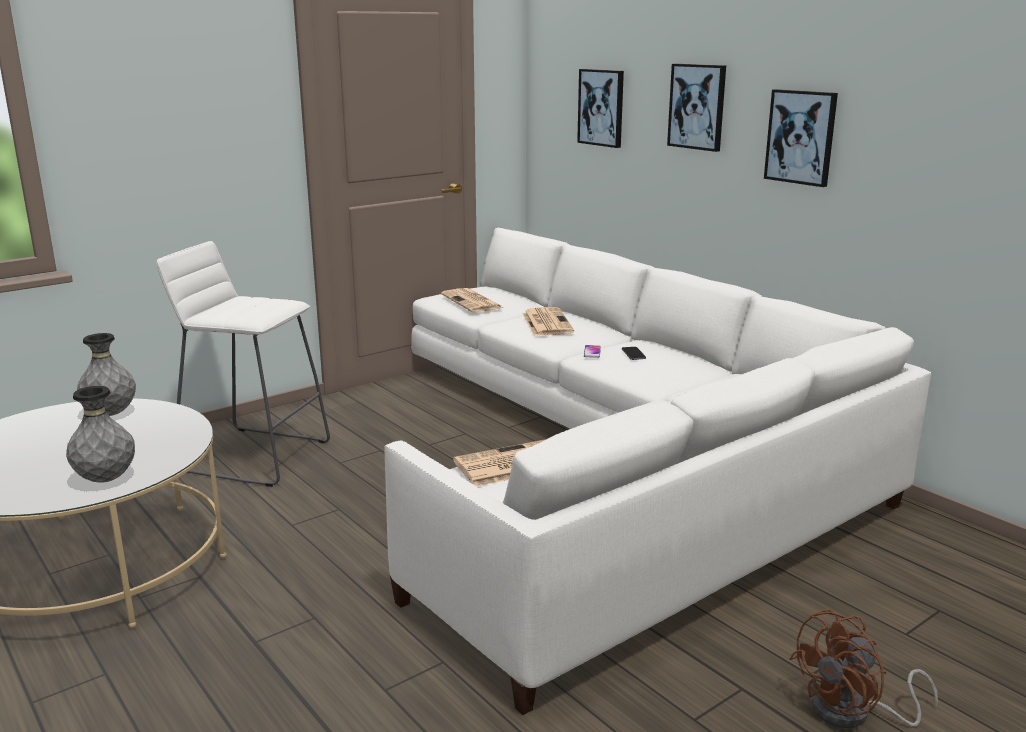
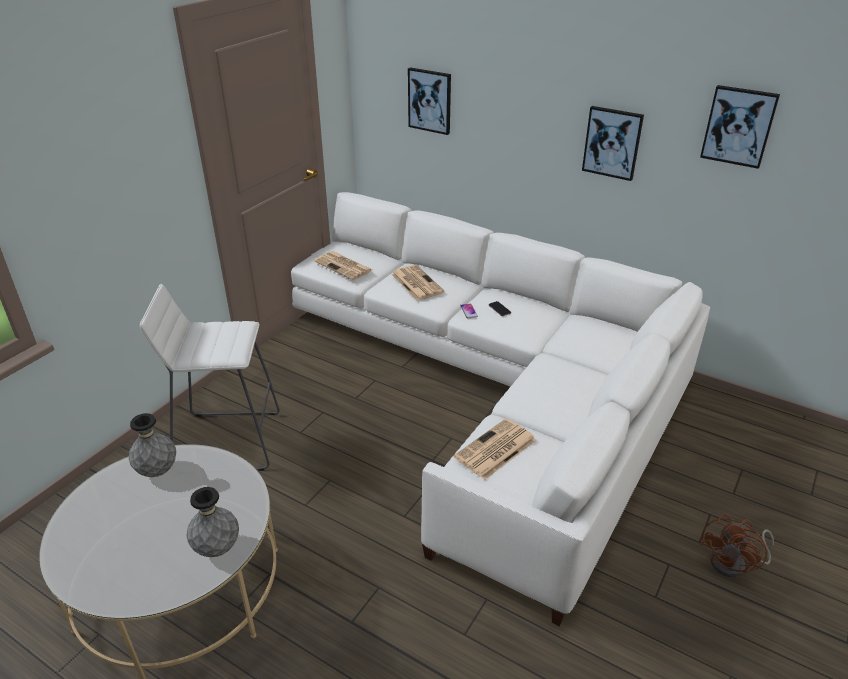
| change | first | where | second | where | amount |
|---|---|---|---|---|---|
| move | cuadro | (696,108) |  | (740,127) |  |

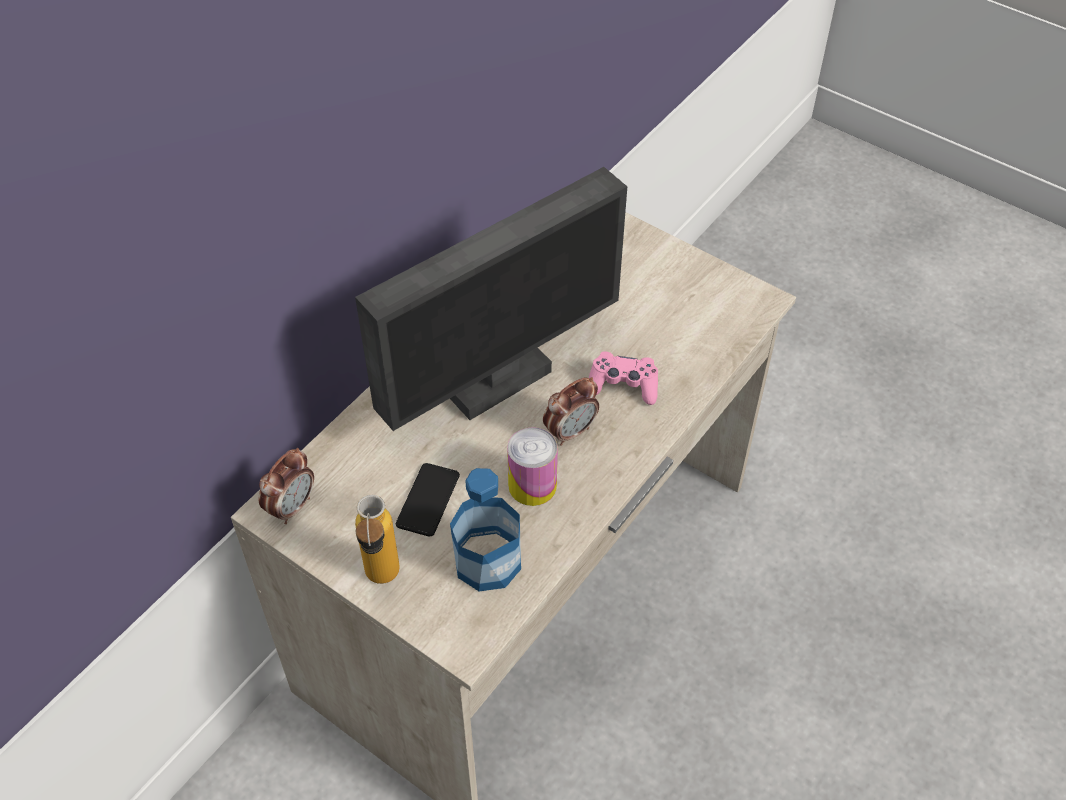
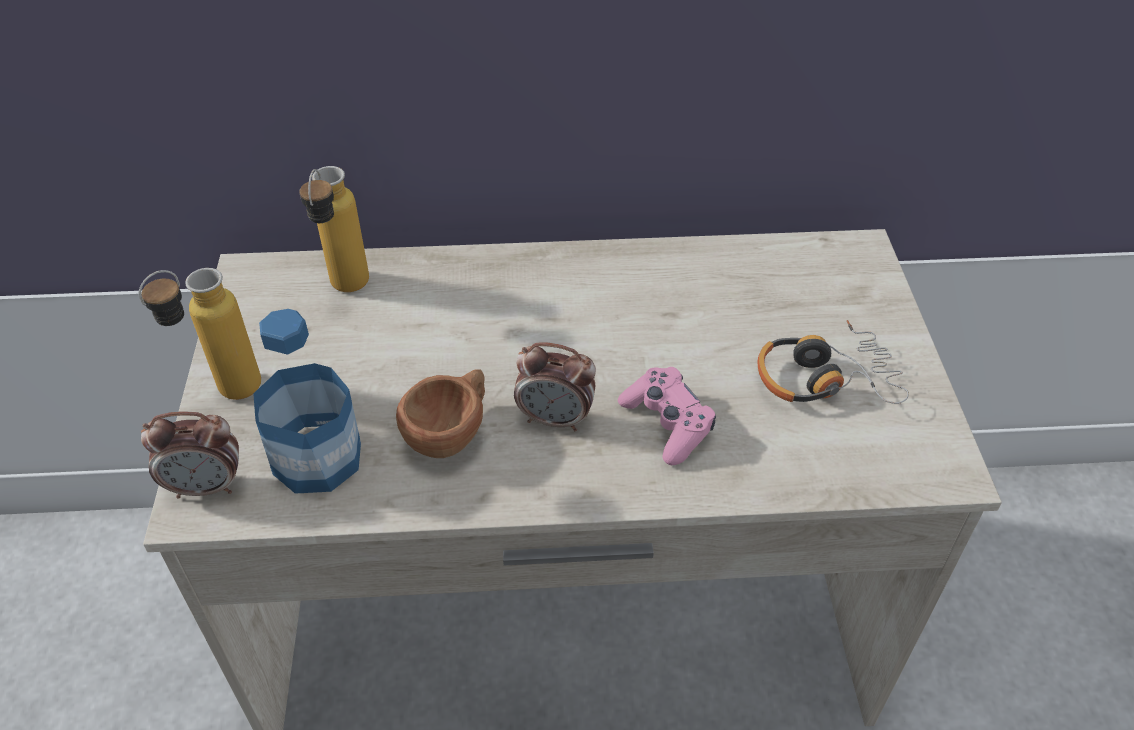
| change | first | where | second | where | amount |
|---|---|---|---|---|---|
| move | despertador | (286,486) |  | (190,455) |  |
| delete | monitor | (491,299) |  |  |  |
| delete | móvil | (428,499) |  |  |  |
| replace | lata | (532,466) | taza (marrón) | (440,414) |  |
| insert |  |  | botella | (334,229) |  |
| insert |  |  | auriculares | (833,362) |  |

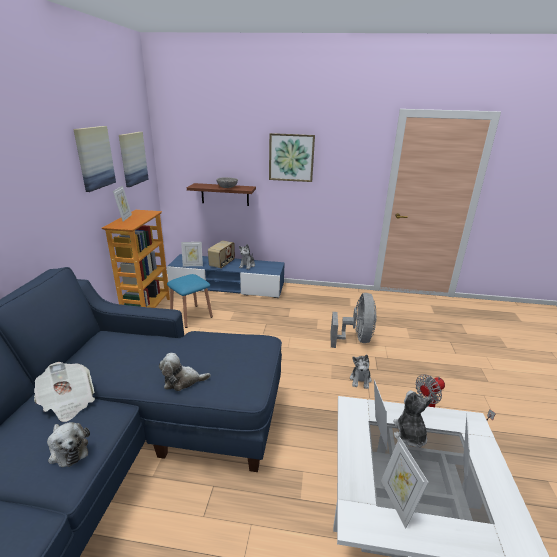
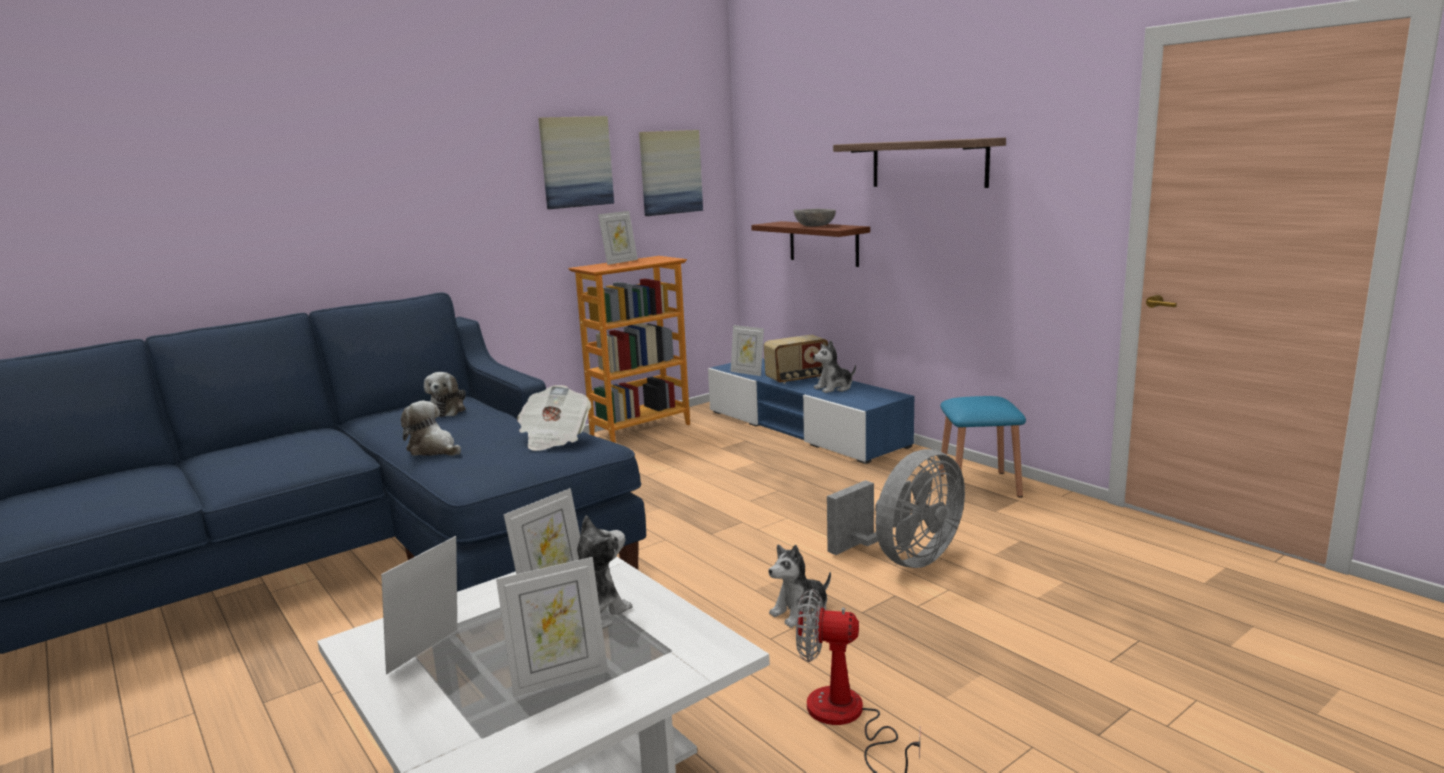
| change | first | where | second | where | amount |
|---|---|---|---|---|---|
| move | periódico | (64,392) |  | (554,418) |  |
| move | peluche | (68,444) |  | (445,394) |  |
| move | taburete (azul) | (190,301) |  | (982,447) |  |
| replace | cuadro | (292,157) | estante | (919,163) |  |

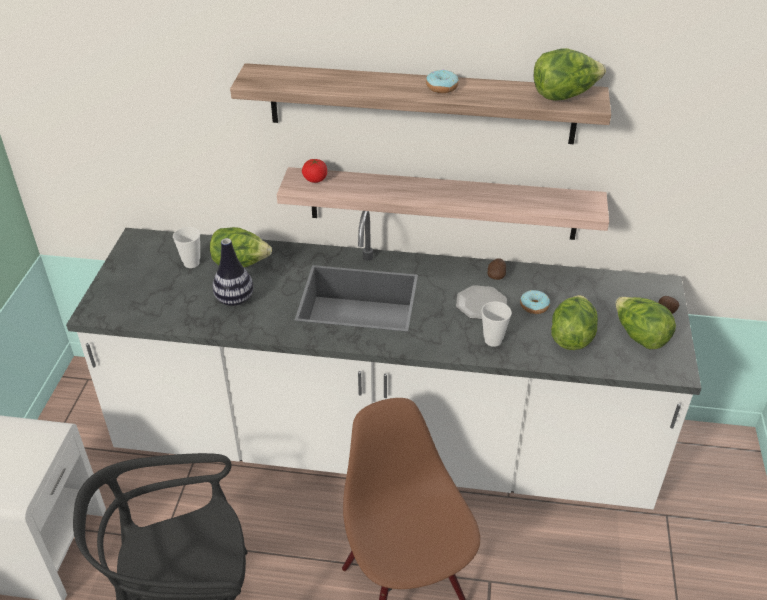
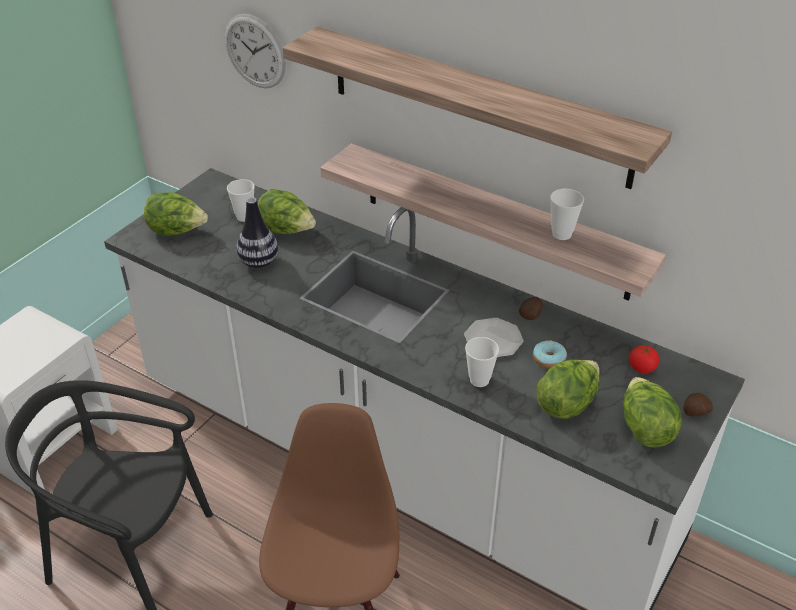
| change | first | where | second | where | amount |
|---|---|---|---|---|---|
| move | tomate | (314,171) |  | (644,359) |  |
| delete | rosquilla | (442,81) |  |  |  |
| move | lechuga | (570,74) |  | (176,214) |  |
| insert |  |  | reloj de pared | (255,51) |  |
| insert |  |  | taza | (567,214) |  |

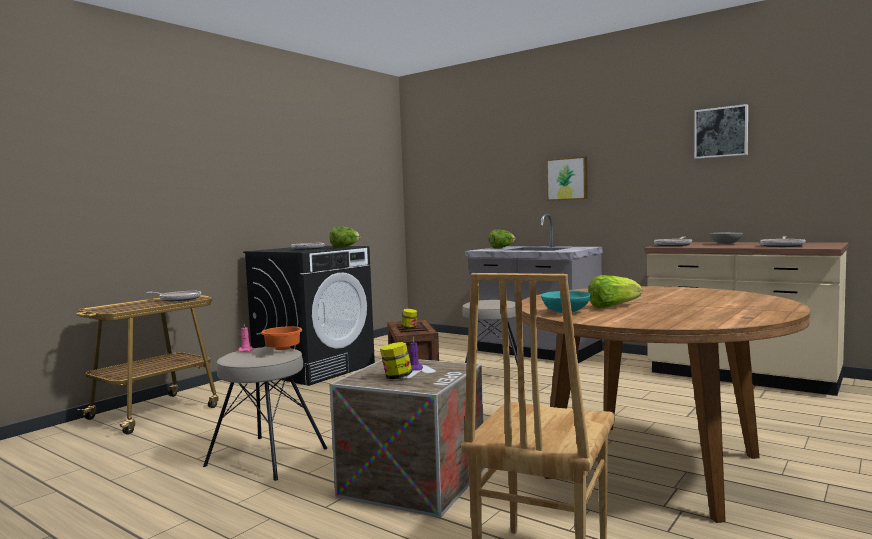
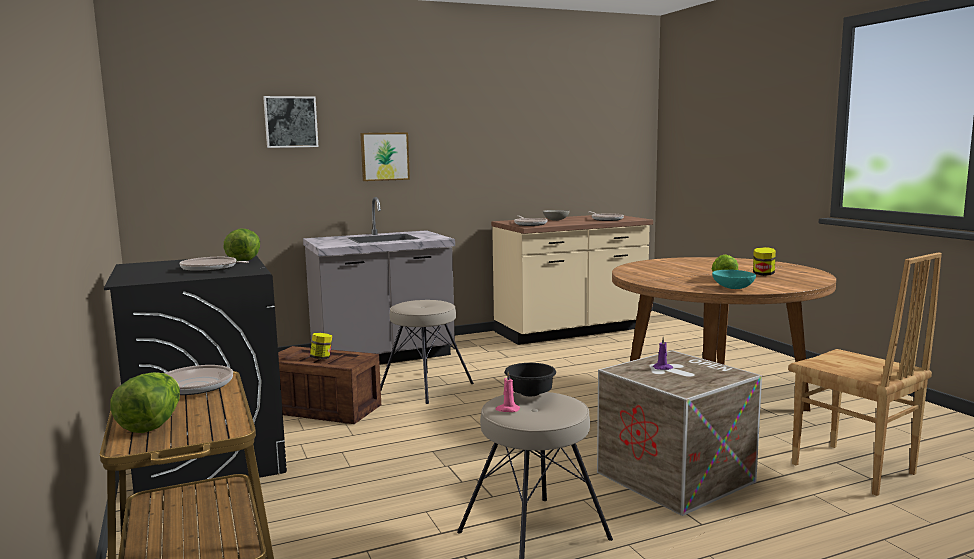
| change | first | where | second | where | amount |
|---|---|---|---|---|---|
| recolor | cuenco (naranja) | (281,338) | cuenco (negro) | (530,379) |  |
| move | tarro | (396,360) |  | (764,261) |  |
| move | lechuga | (502,239) |  | (145,402) |  |
| move | cuadro | (721,131) |  | (291,122) |  |

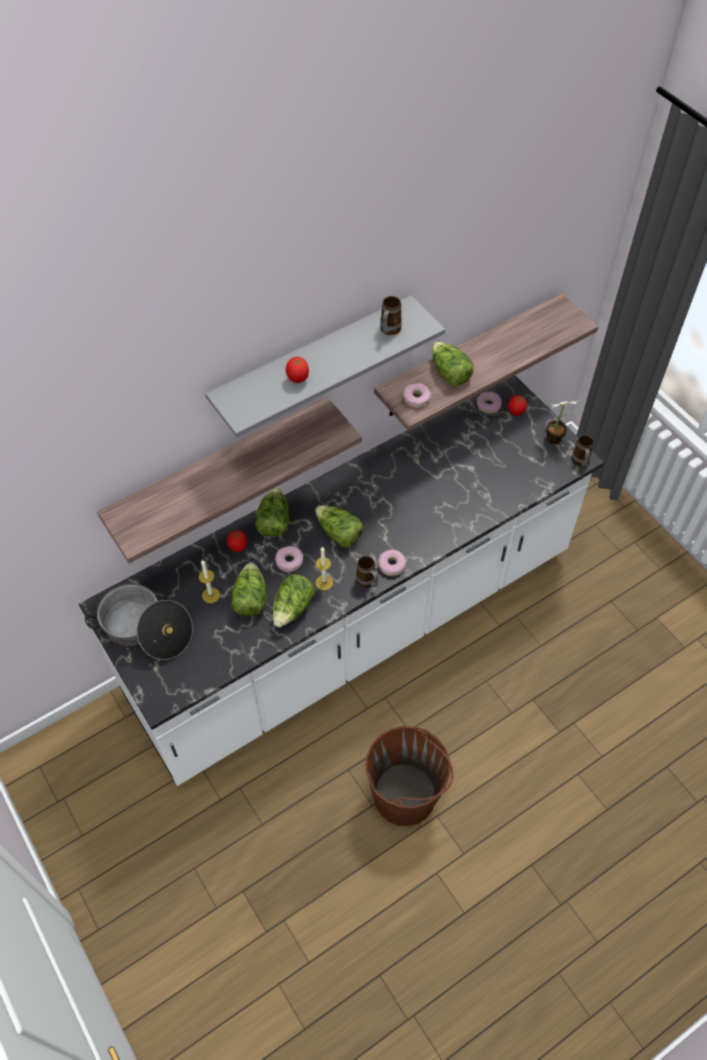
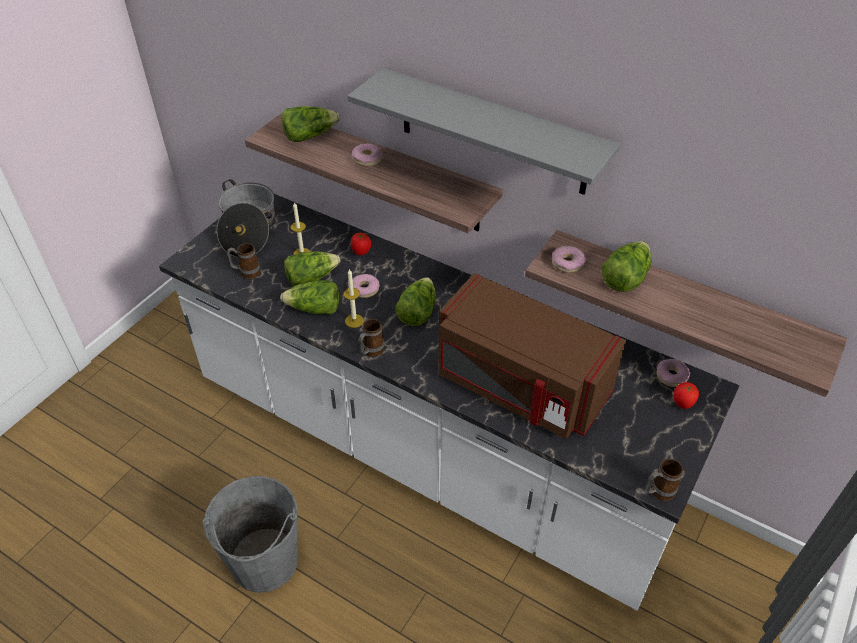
| change | first | where | second | where | amount |
|---|---|---|---|---|---|
| move | lechuga | (272,512) |  | (311,124) |  |
| delete | tomate | (297,370) |  |  |  |
| recolor | cubo (marrón) | (409,776) | cubo (gris) | (250,534) |  |
| move | rosquilla | (392,563) |  | (367,155) |  |
| move | taza grande | (391,315) |  | (243,261) |  |
| delete | planta en maceta | (560,422) |  |  |  |
| insert |  |  | microondas (marrón) | (532,356) |  |

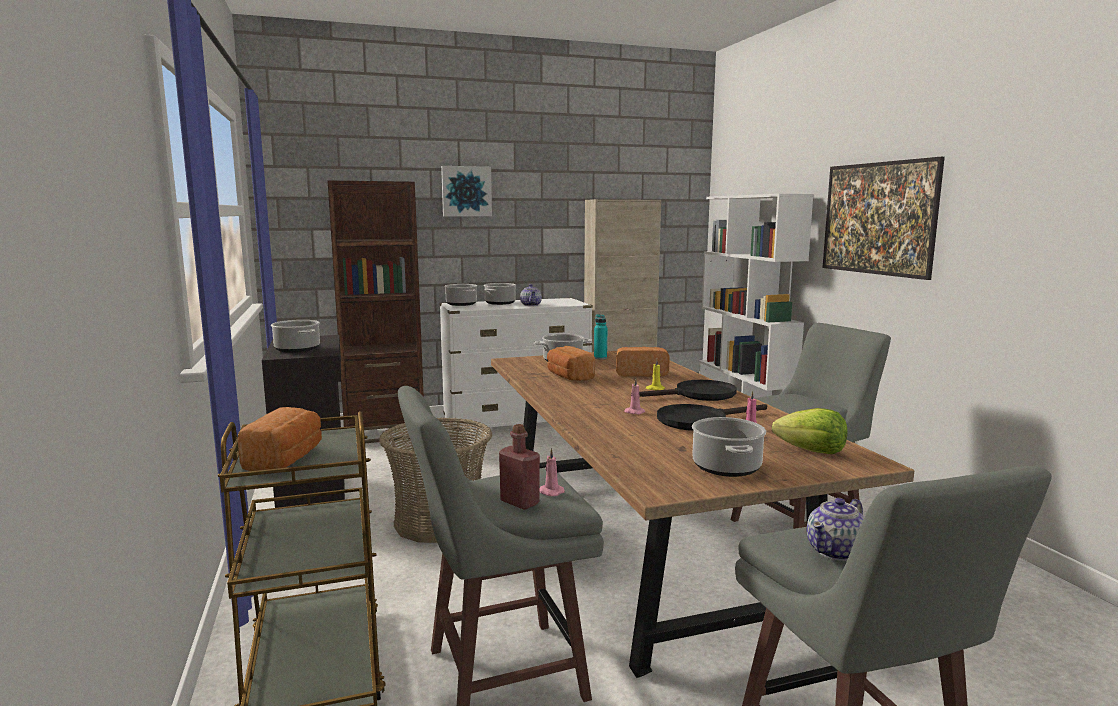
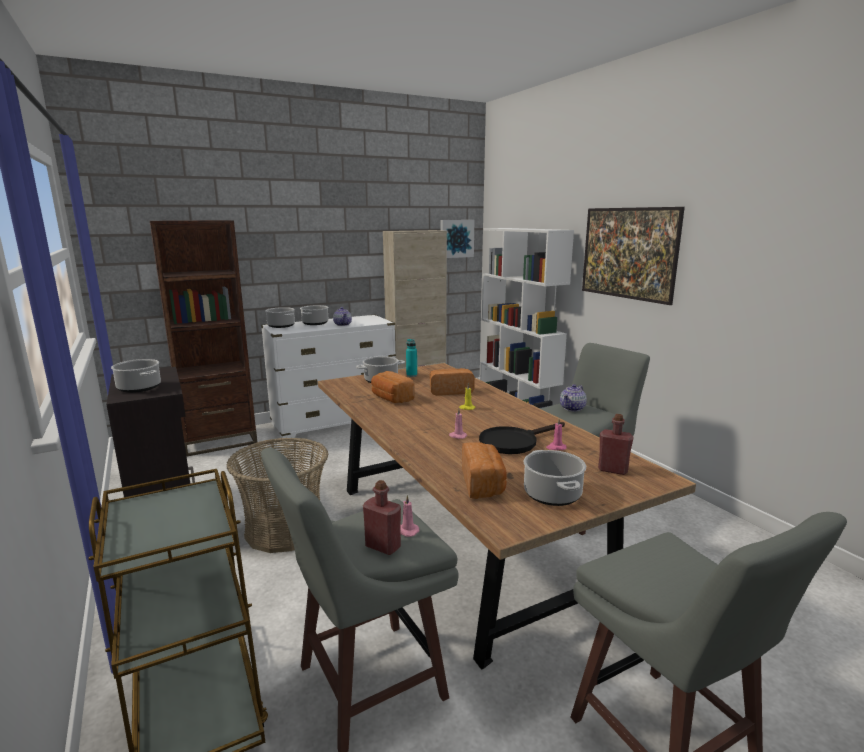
| change | first | where | second | where | amount |
|---|---|---|---|---|---|
| move | pan | (280,439) |  | (484,470) |  |
| move | cuadro | (466,191) |  | (457,239) |  |
| delete | sartén (negro) | (688,390) |  |  |  |
| replace | lechuga | (809,431) | botella (rojo) | (616,444) |  |
| move | tetera | (835,529) |  | (573,398) |  |

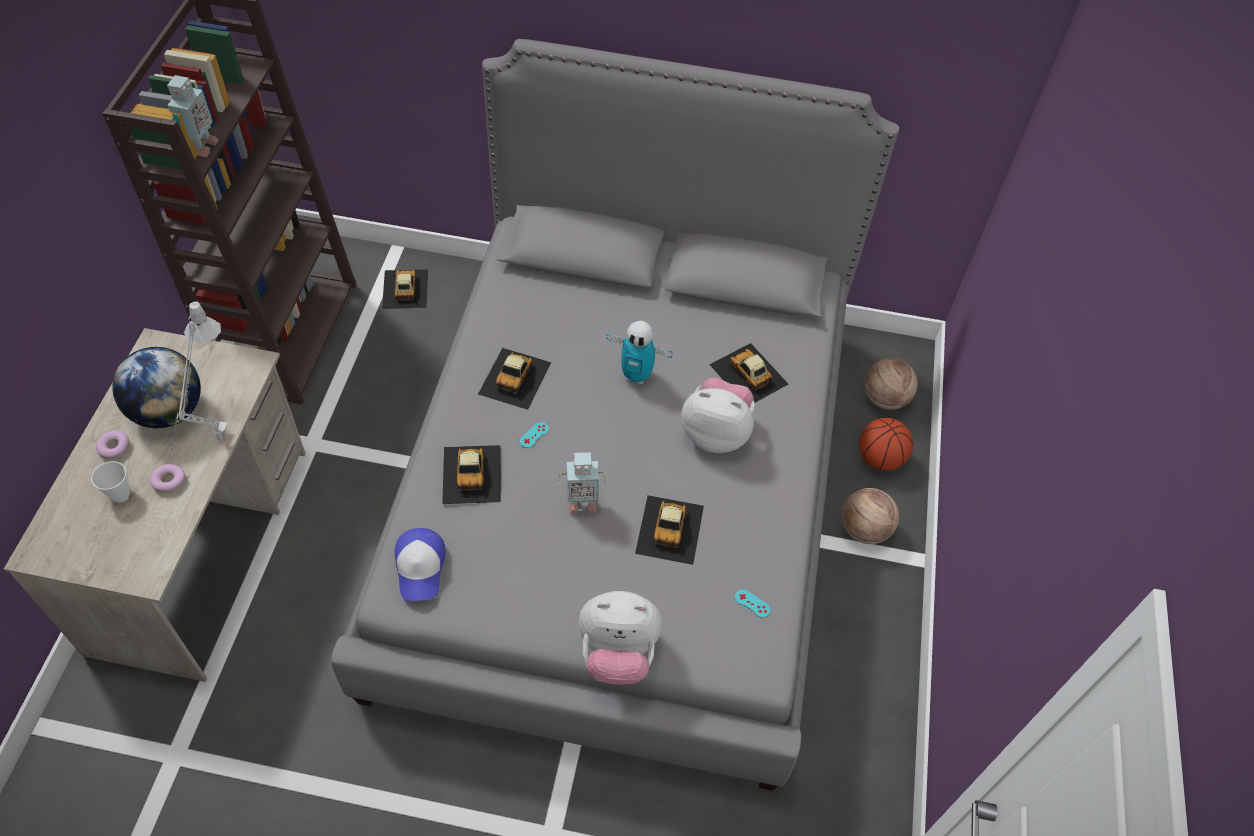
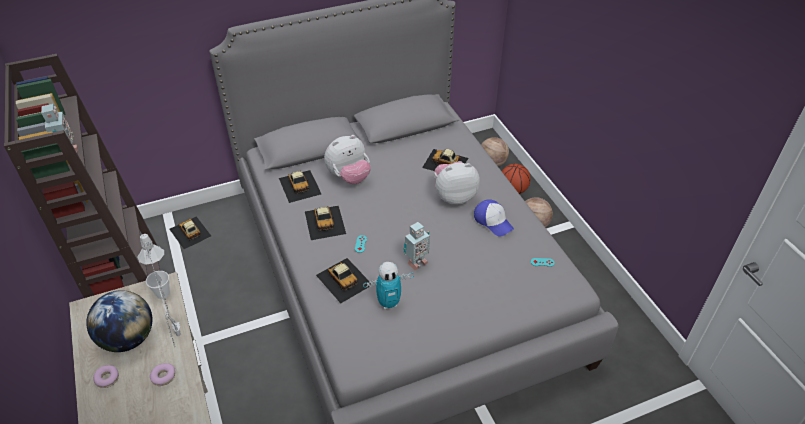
| change | first | where | second | where | amount |
|---|---|---|---|---|---|
| move | taza | (110,481) |  | (158,285) |  |
| move | gorra | (420,564) |  | (494,217) |  |
| move | peluche | (620,638) |  | (347,159) |  |
| move | robot de juguete | (639,352) |  | (388,285) |  |
| move | coche de juguete | (669,530) |  | (300,186) |  |

